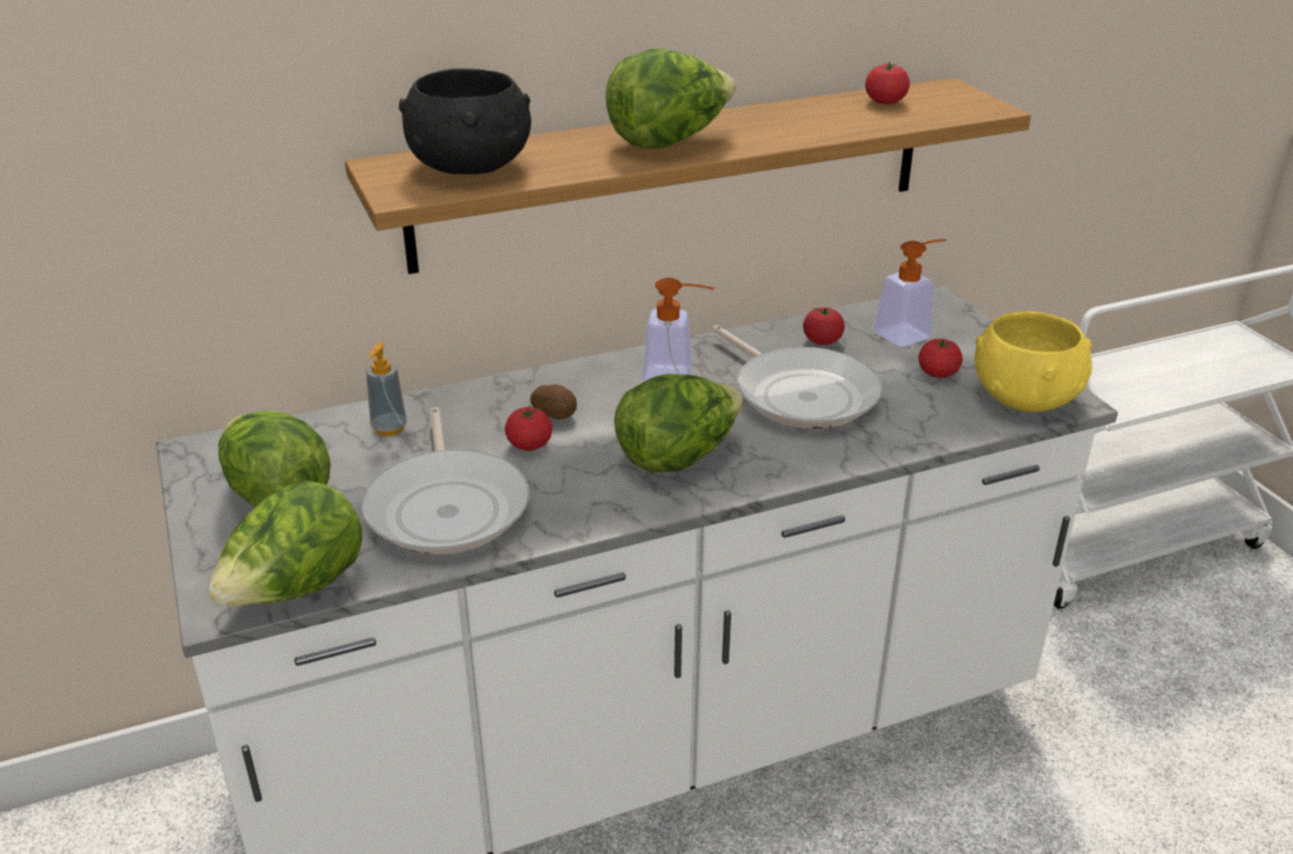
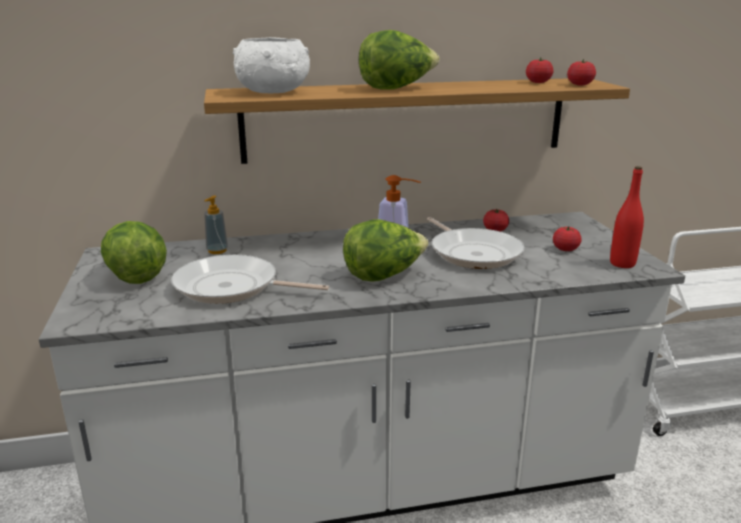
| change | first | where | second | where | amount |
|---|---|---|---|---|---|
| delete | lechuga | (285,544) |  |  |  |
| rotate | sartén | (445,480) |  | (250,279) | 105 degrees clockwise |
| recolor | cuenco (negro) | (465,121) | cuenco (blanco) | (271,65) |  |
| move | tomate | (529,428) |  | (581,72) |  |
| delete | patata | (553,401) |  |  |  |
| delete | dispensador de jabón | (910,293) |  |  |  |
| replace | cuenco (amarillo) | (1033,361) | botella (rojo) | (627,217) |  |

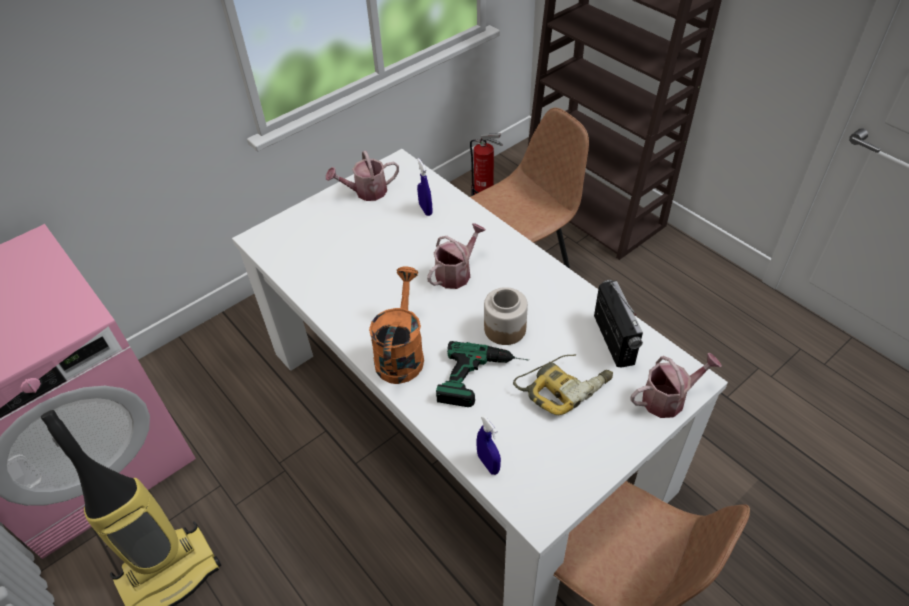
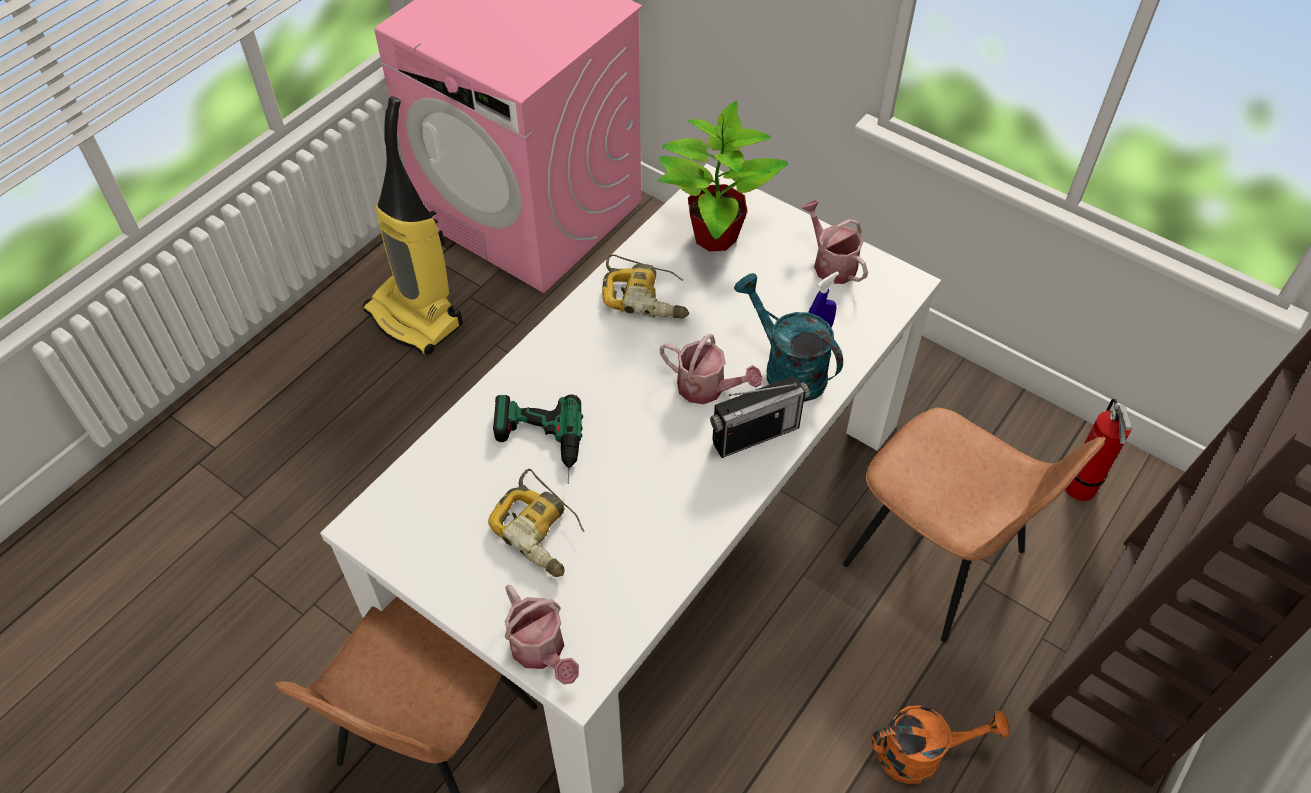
| change | first | where | second | where | amount |
|---|---|---|---|---|---|
| move | regadera (naranja) | (396,325) |  | (940,744) |  |
| delete | pulverizador (azul) | (488,445) |  |  |  |
| delete | tarro | (506,316) |  |  |  |
| move | radio | (618,324) |  | (760,417) |  |
| insert |  |  | taladro | (645,287) |  |
| insert |  |  | planta en maceta | (723,176) |  |
| insert |  |  | regadera (turquesa) | (788,337) |  |

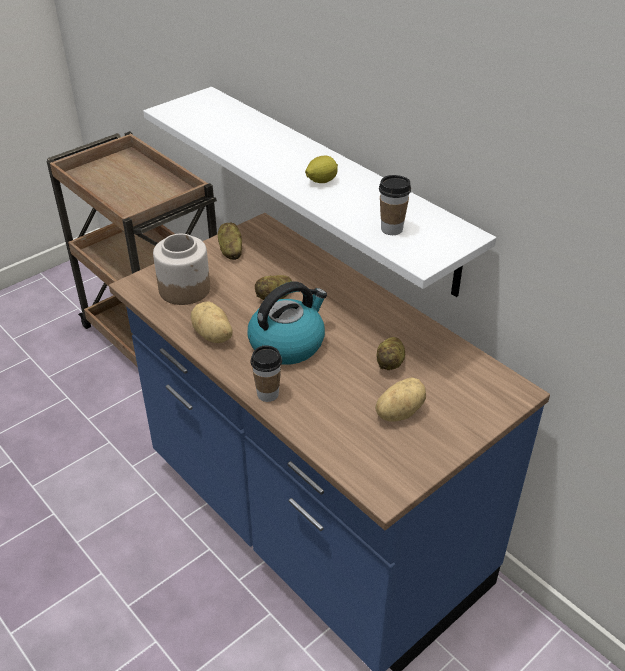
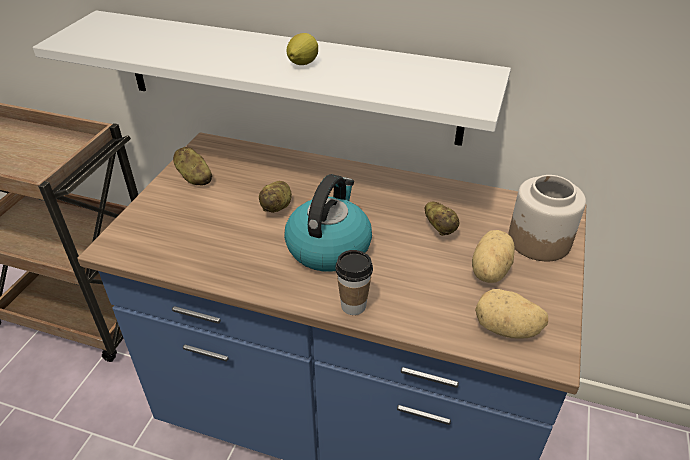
| change | first | where | second | where | amount |
|---|---|---|---|---|---|
| move | tarro | (181,269) |  | (547,218) |  |
| move | patata | (212,322) |  | (511,314) |  |
| delete | taza | (395,205) |  |  |  |

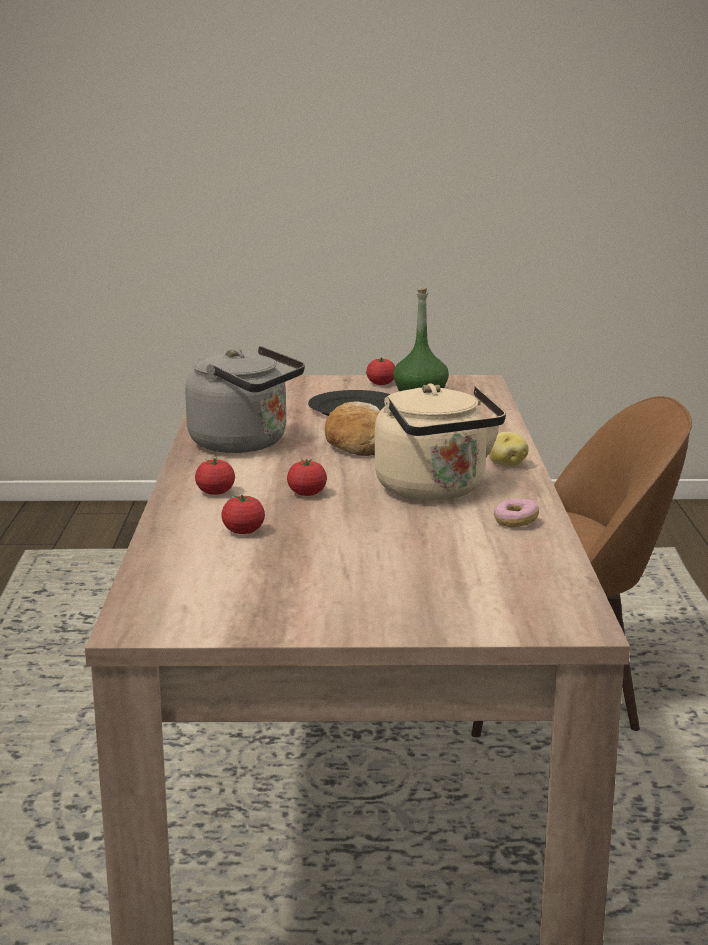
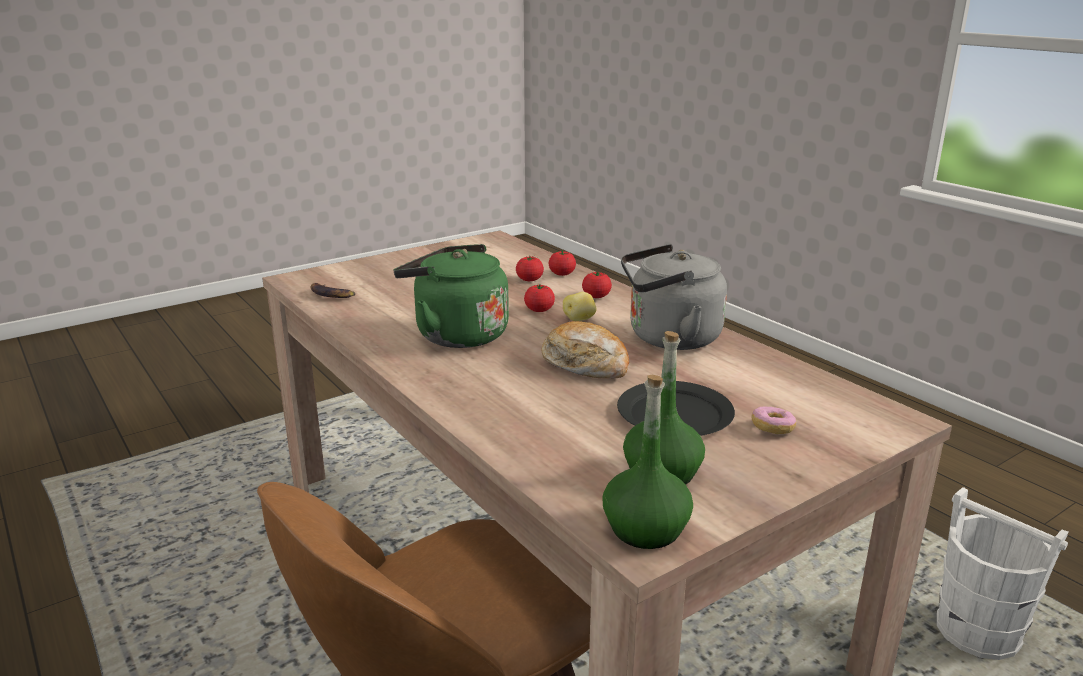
| change | first | where | second | where | amount |
|---|---|---|---|---|---|
| move | tomate | (380,371) |  | (562,263) |  |
| recolor | hervidor (beis) | (440,442) | hervidor (verde) | (451,296) |  |
| move | patata | (509,449) |  | (580,306) |  |
| move | rosquilla | (516,512) |  | (773,420) |  |
| insert |  |  | plátano | (333,290) |  |
| insert |  |  | botella (verde) | (648,462) |  |
| insert |  |  | cubo (blanco) | (1003,573) |  |

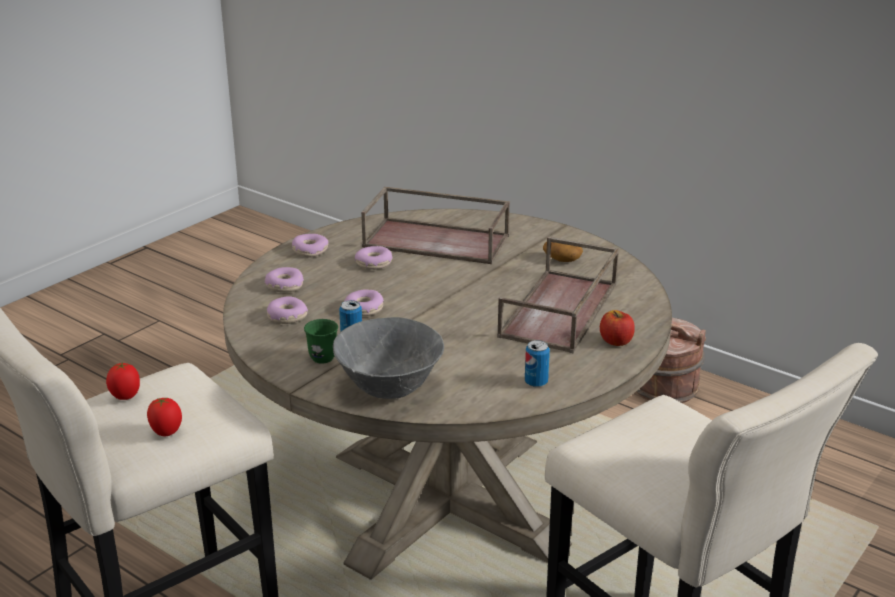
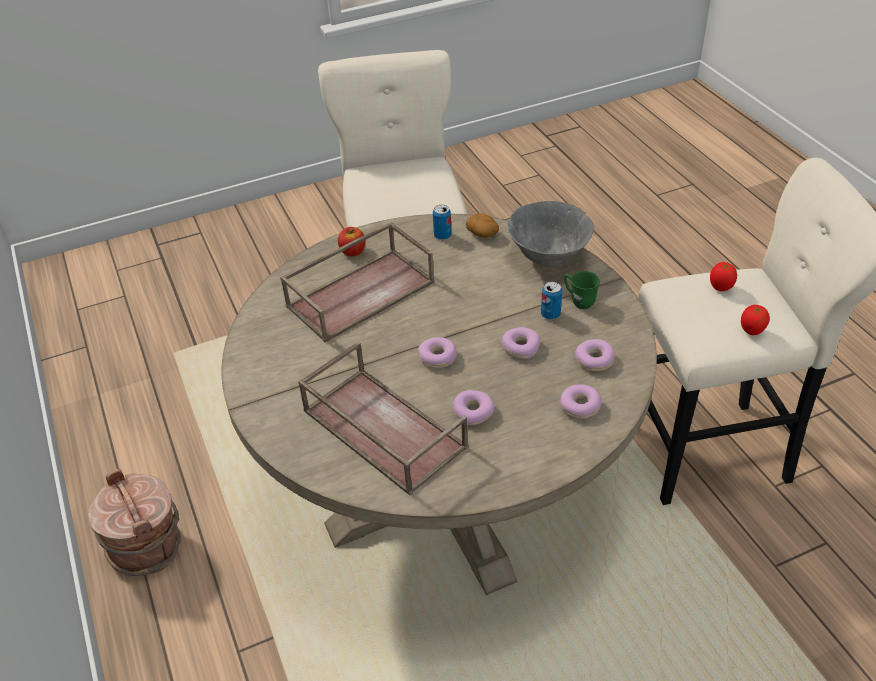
| change | first | where | second | where | amount |
|---|---|---|---|---|---|
| move | rosquilla | (310,246) |  | (437,352) |  |
| move | patata | (563,252) |  | (482,225) |  |

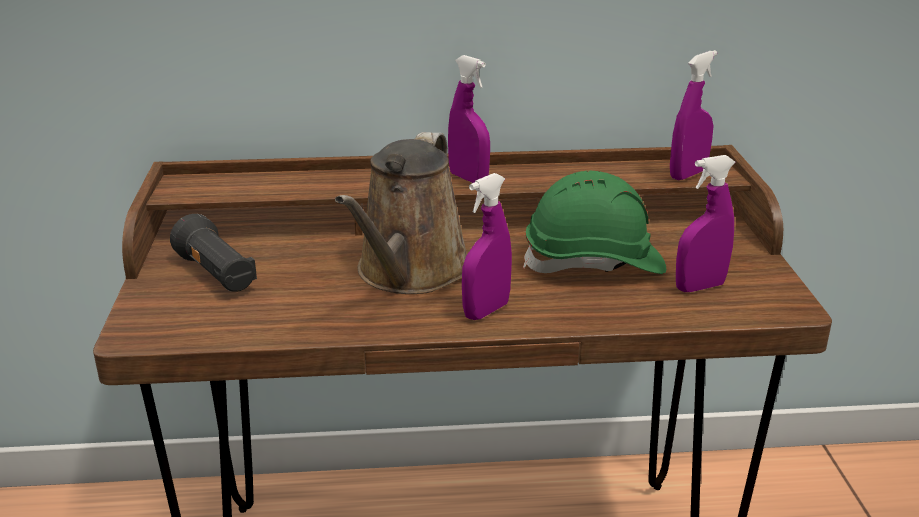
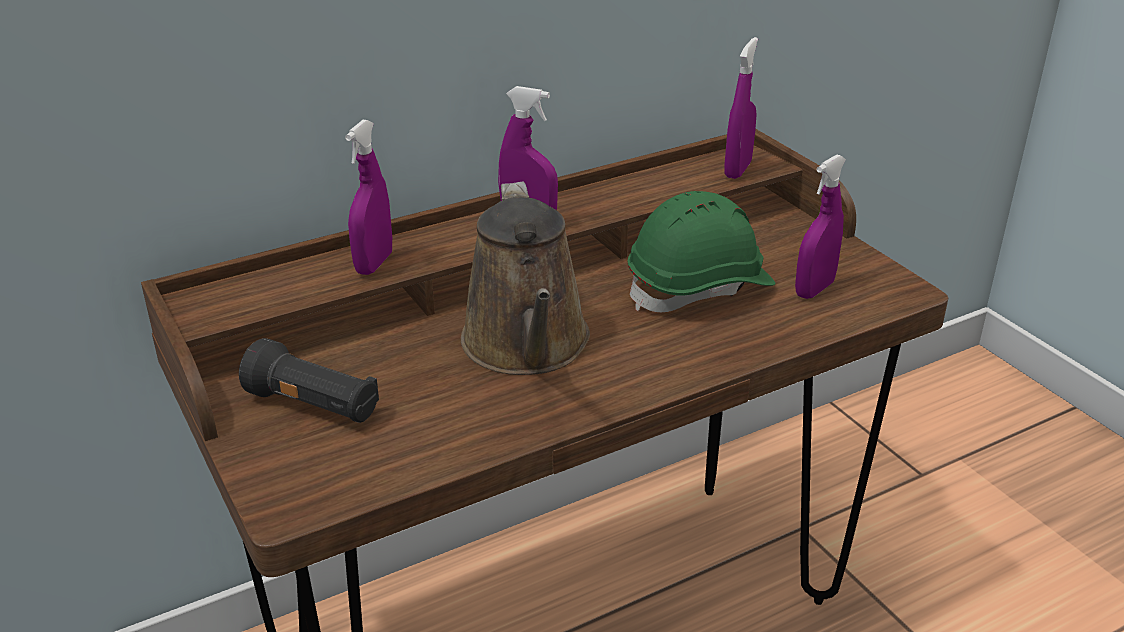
| change | first | where | second | where | amount |
|---|---|---|---|---|---|
| move | pulverizador (morado) | (487,246) |  | (368,197) |  |

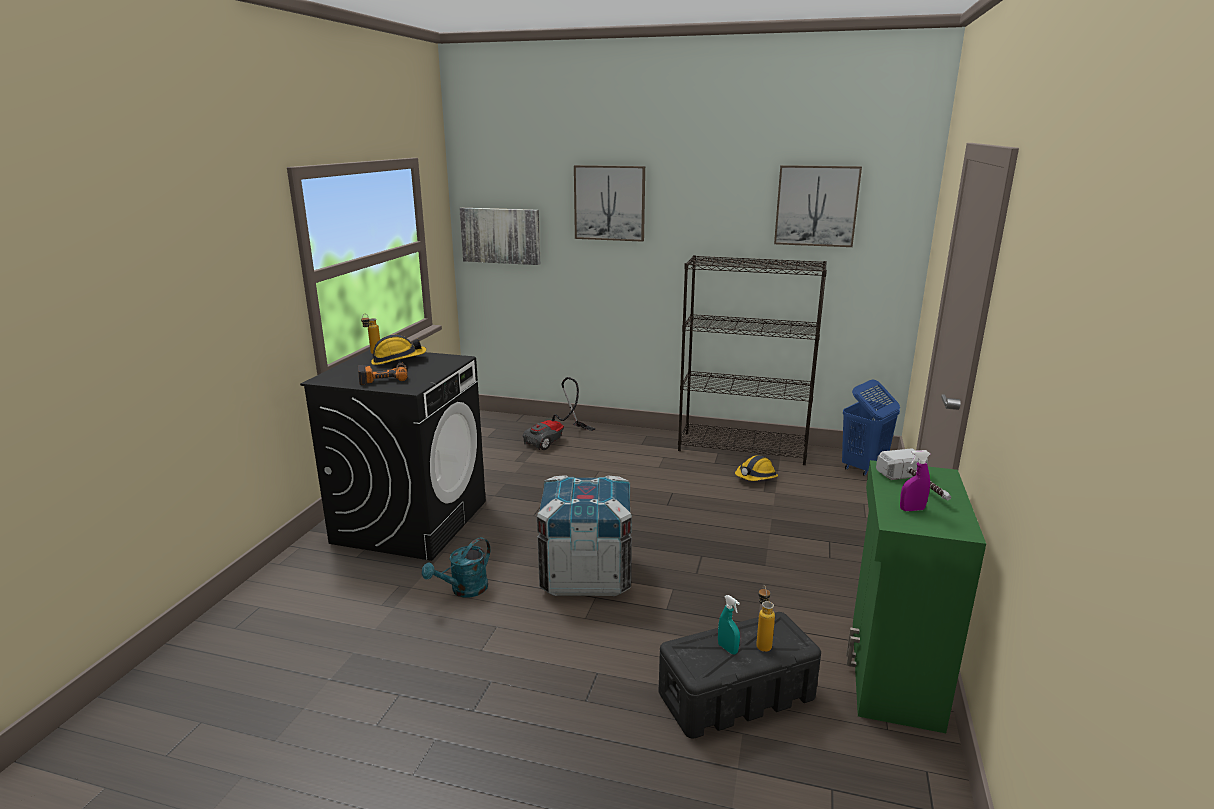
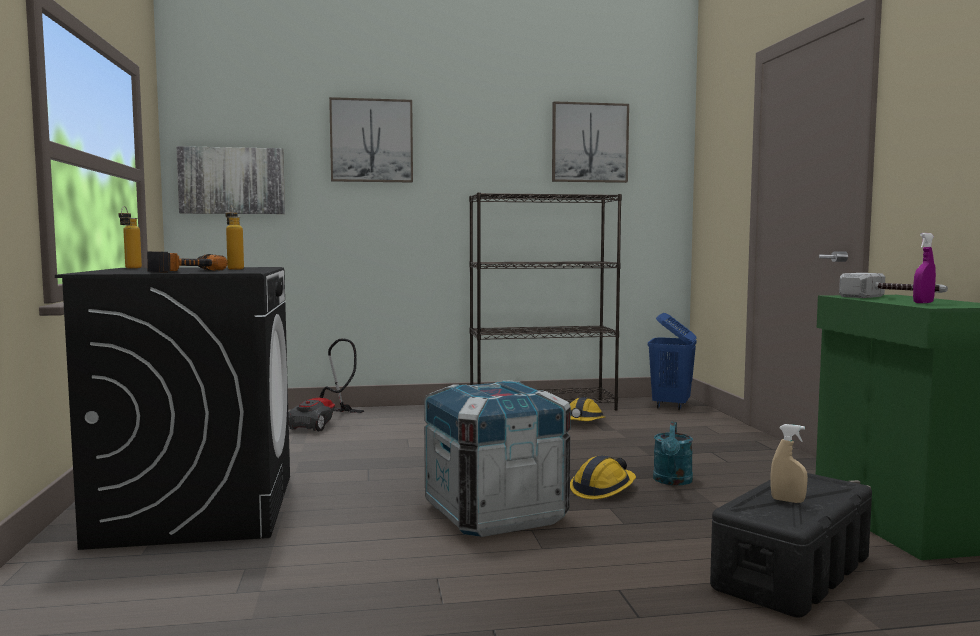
| change | first | where | second | where | amount |
|---|---|---|---|---|---|
| move | casco | (398,350) |  | (603,477) |  |
| move | regadera (turquesa) | (456,567) |  | (673,453) |  |
| recolor | pulverizador (turquesa) | (729,624) | pulverizador (beis) | (789,463) |  |
| move | botella | (765,618) |  | (234,238) |  |

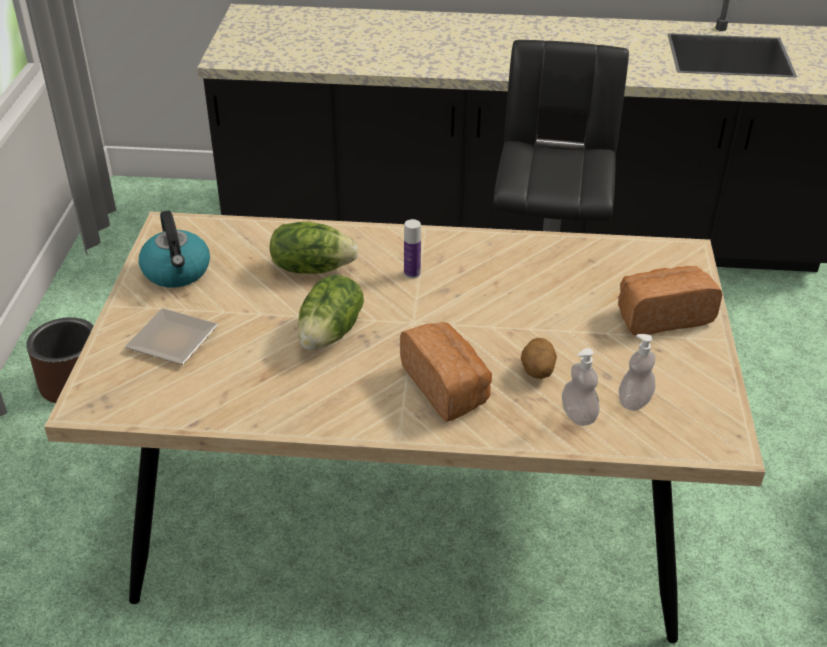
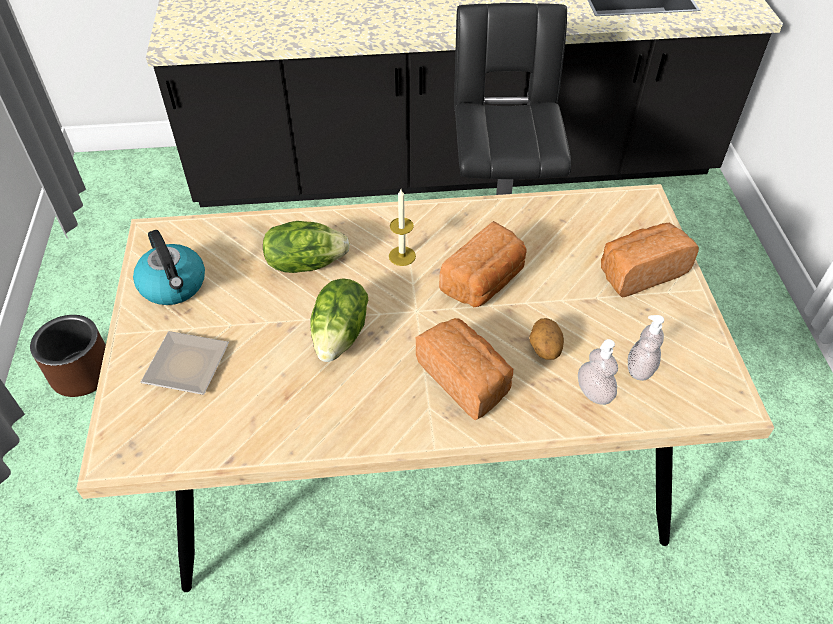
| change | first | where | second | where | amount |
|---|---|---|---|---|---|
| replace | botella | (412,248) | vela | (402,227) |  |
| insert |  |  | pan | (483,264) |  |

